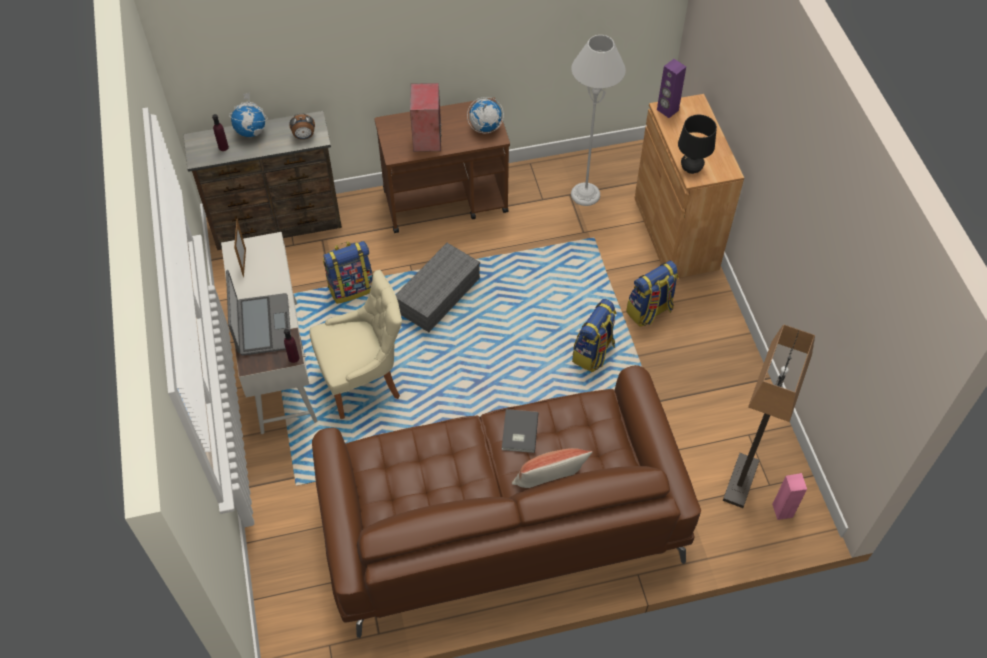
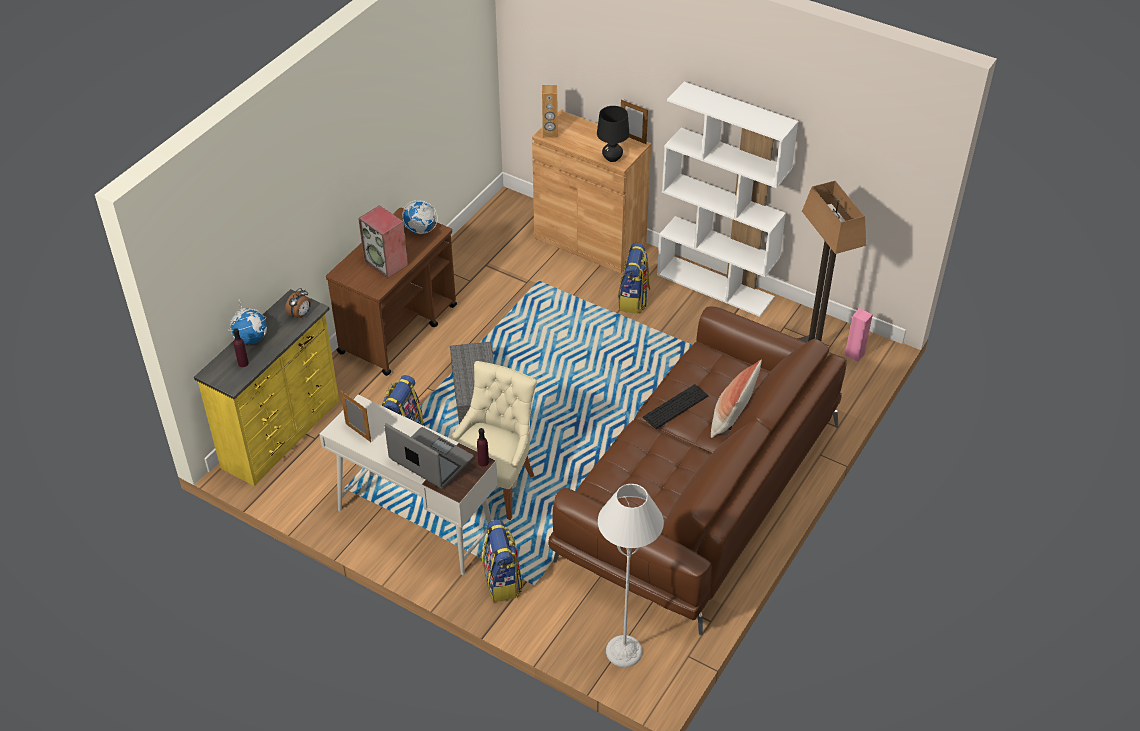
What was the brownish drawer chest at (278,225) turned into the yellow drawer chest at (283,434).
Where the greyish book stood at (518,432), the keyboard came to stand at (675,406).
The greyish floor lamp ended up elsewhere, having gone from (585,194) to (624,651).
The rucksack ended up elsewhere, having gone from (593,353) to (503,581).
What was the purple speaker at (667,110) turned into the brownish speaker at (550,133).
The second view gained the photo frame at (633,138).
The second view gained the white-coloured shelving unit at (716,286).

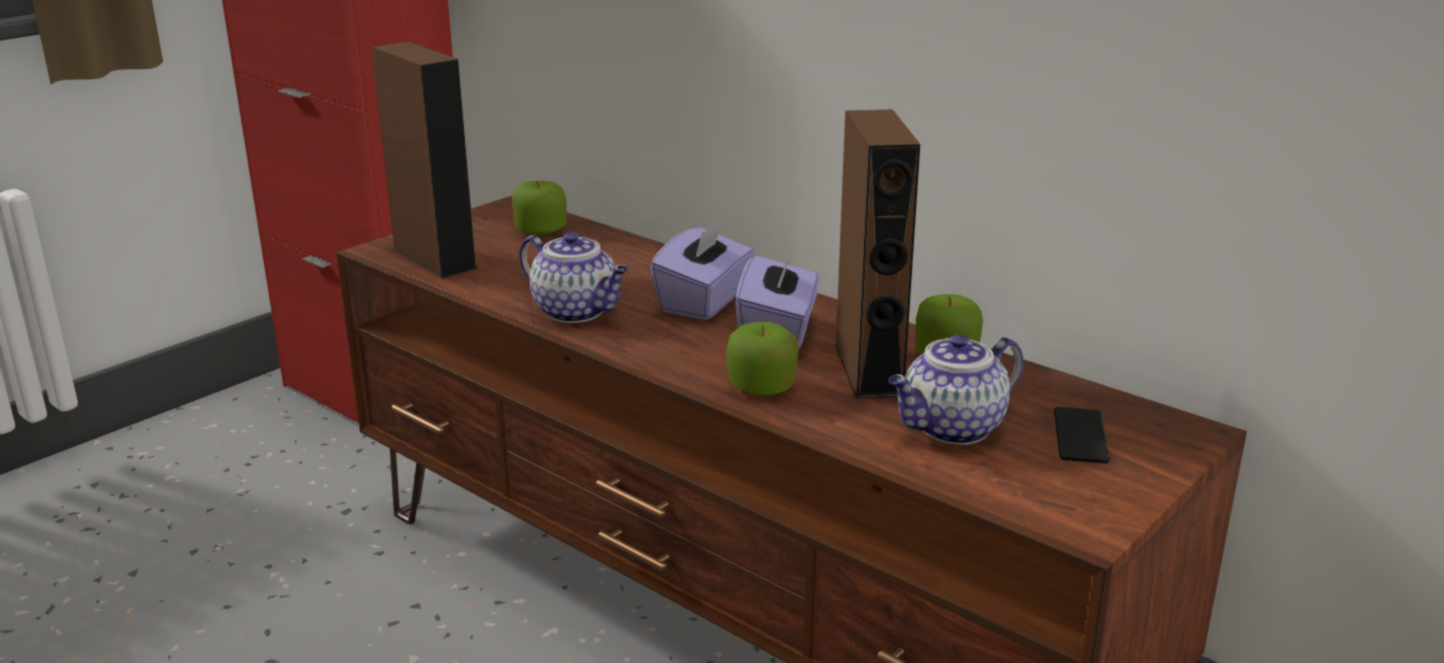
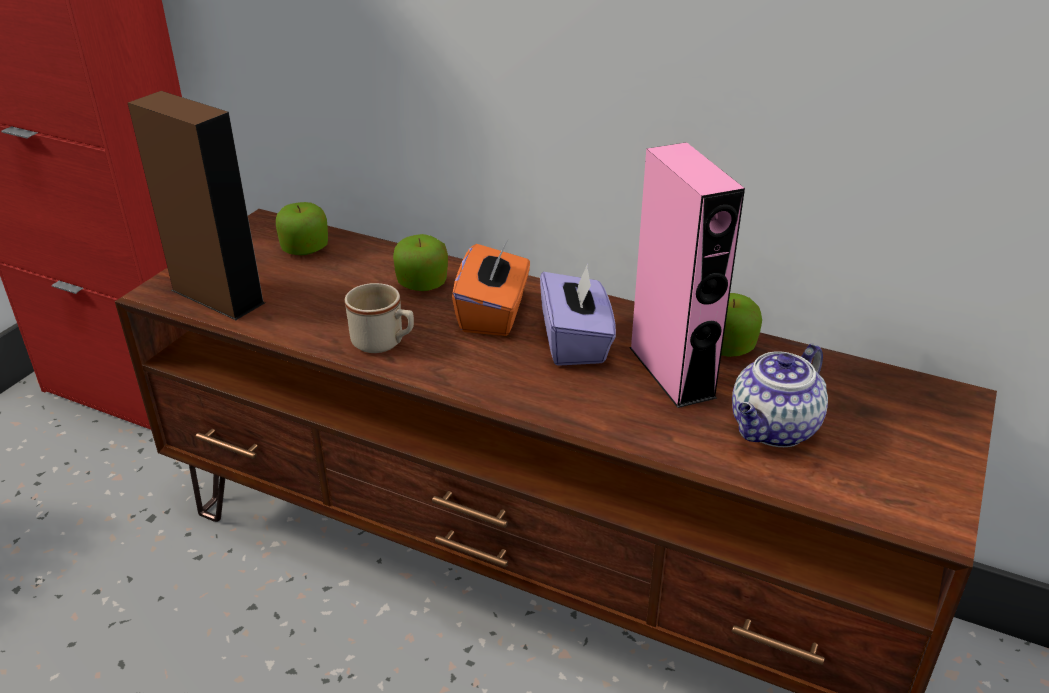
Where the pot for tea stood at (577,312), the beige-coloured tea mug came to stand at (384,343).
What was the purple tissue holder at (704,302) turned into the orange-coloured tissue holder at (493,314).
The whole apple ended up elsewhere, having gone from (762,387) to (422,284).
What was the brownish speaker at (868,369) turned into the pink speaker at (671,372).
The second view lost the handset at (1080,436).

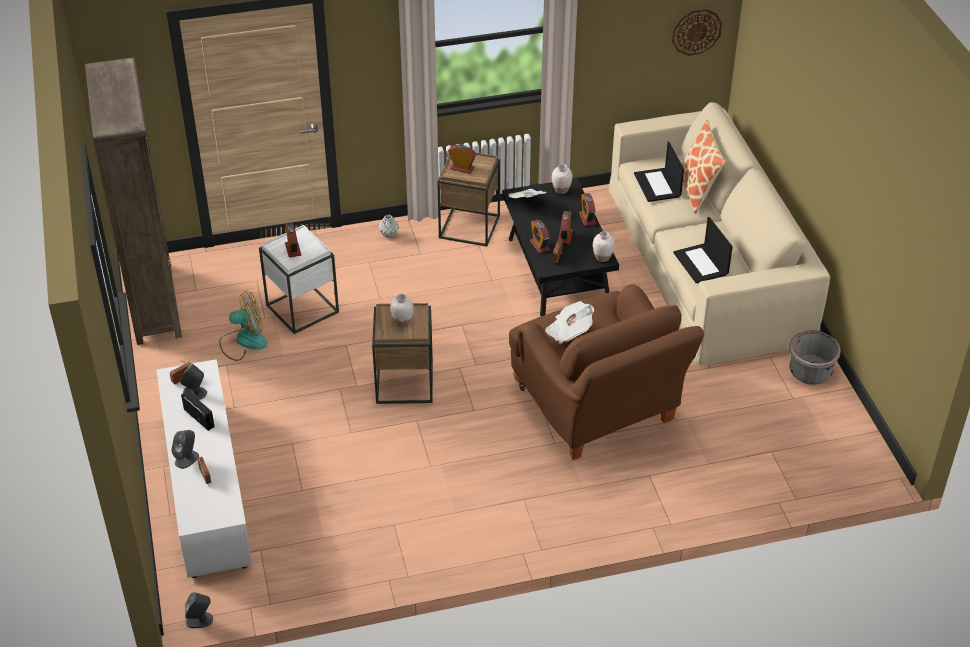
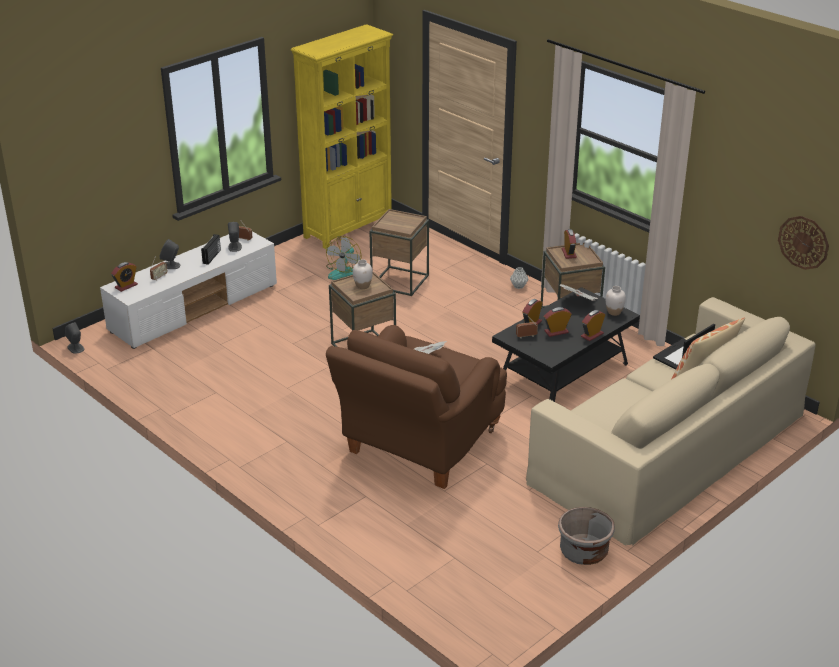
What was the brownish shelving unit at (154,303) turned into the yellow shelving unit at (349,228).
The cooling fan at (243,341) ended up facing another way, 60 degrees clockwise from before.
What was the white-coloured end table at (302,308) turned into the brownish end table at (400,281).
The table clock ended up elsewhere, having gone from (293,249) to (126,286).
The second view lost the white-coloured vase at (602,258).
The second view lost the notebook computer at (701,264).

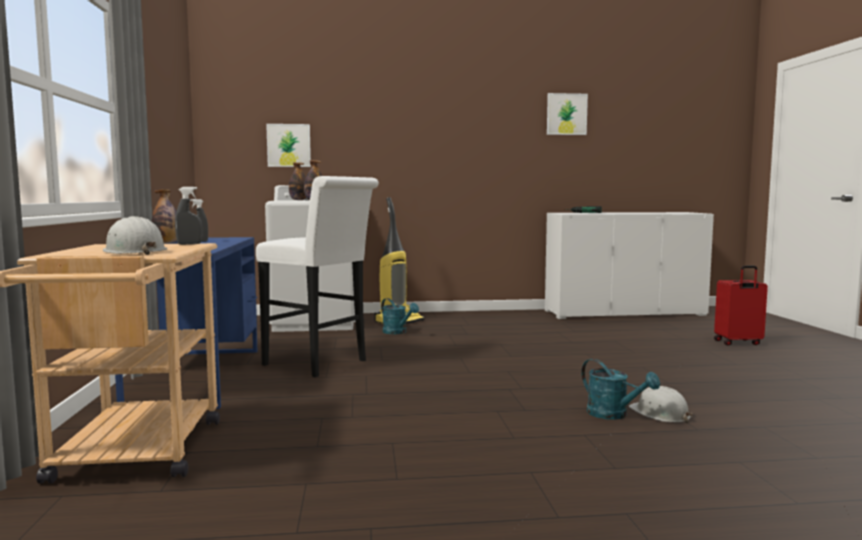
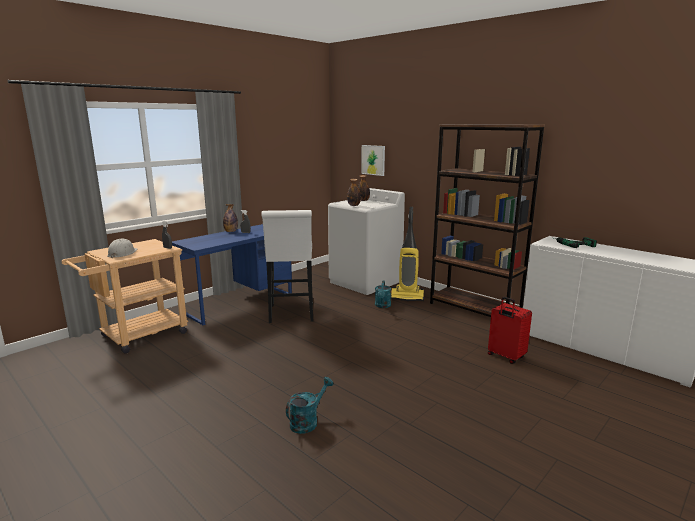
The second view lost the wall picture at (566,114).
The turquoise-coloured watering can at (613,415) ended up facing another way, 150 degrees counterclockwise from before.
The second view lost the white-coloured hard hat at (660,413).
The reddish travel case ended up elsewhere, having gone from (738,343) to (505,357).
The second view gained the brownish shelving unit at (474,309).

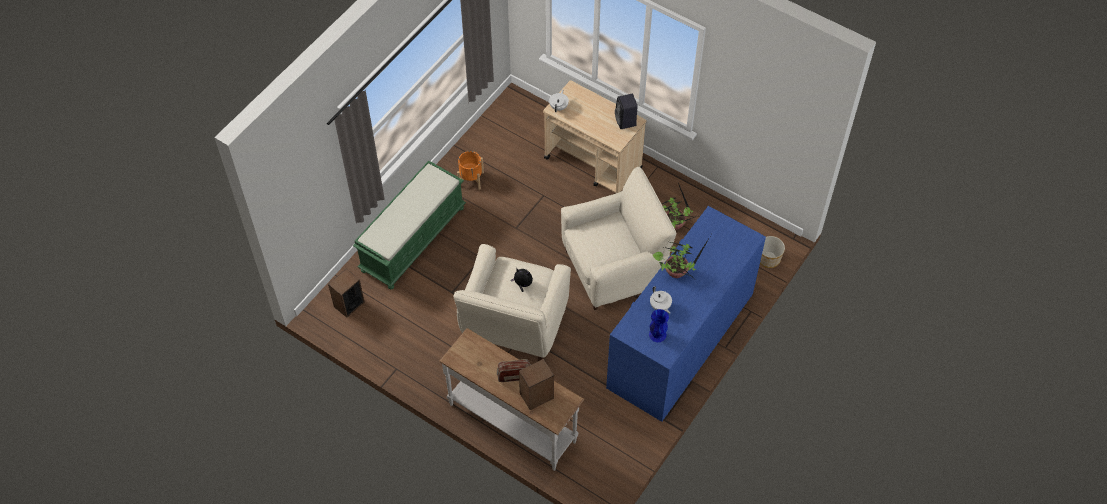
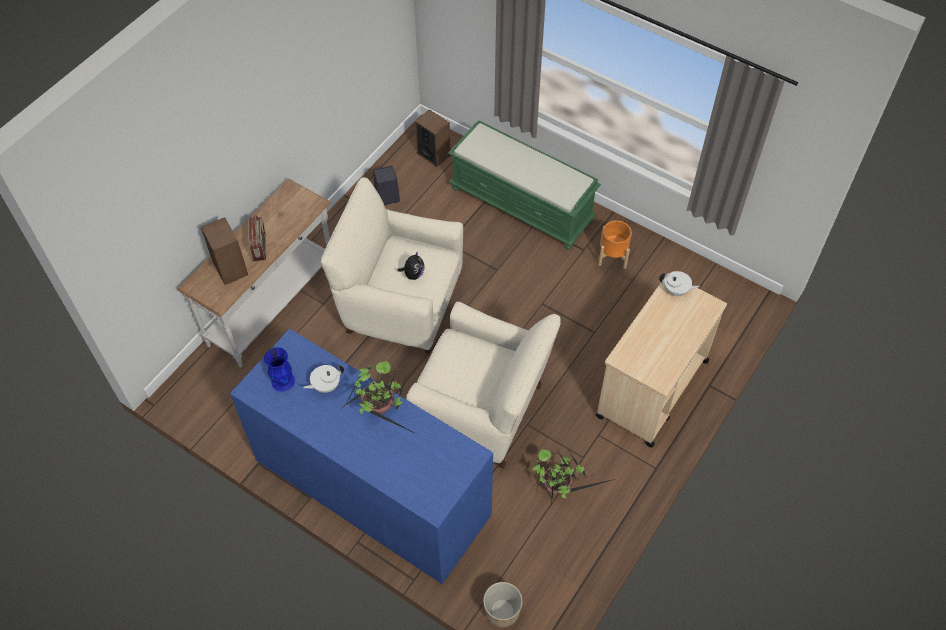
The beige-coloured armchair at (614,268) ended up facing another way, 45 degrees counterclockwise from before.
The black speaker ended up elsewhere, having gone from (626,121) to (386,197).

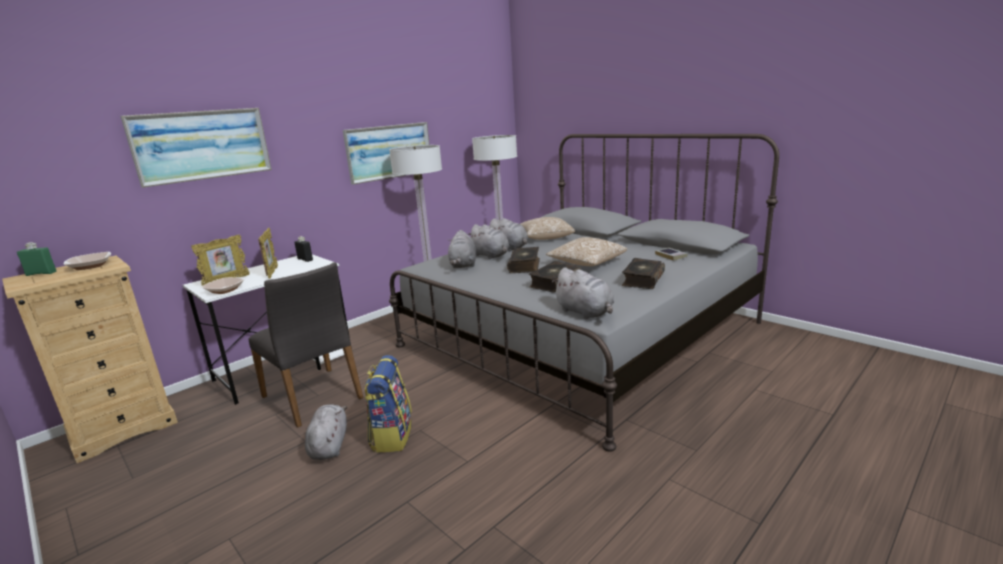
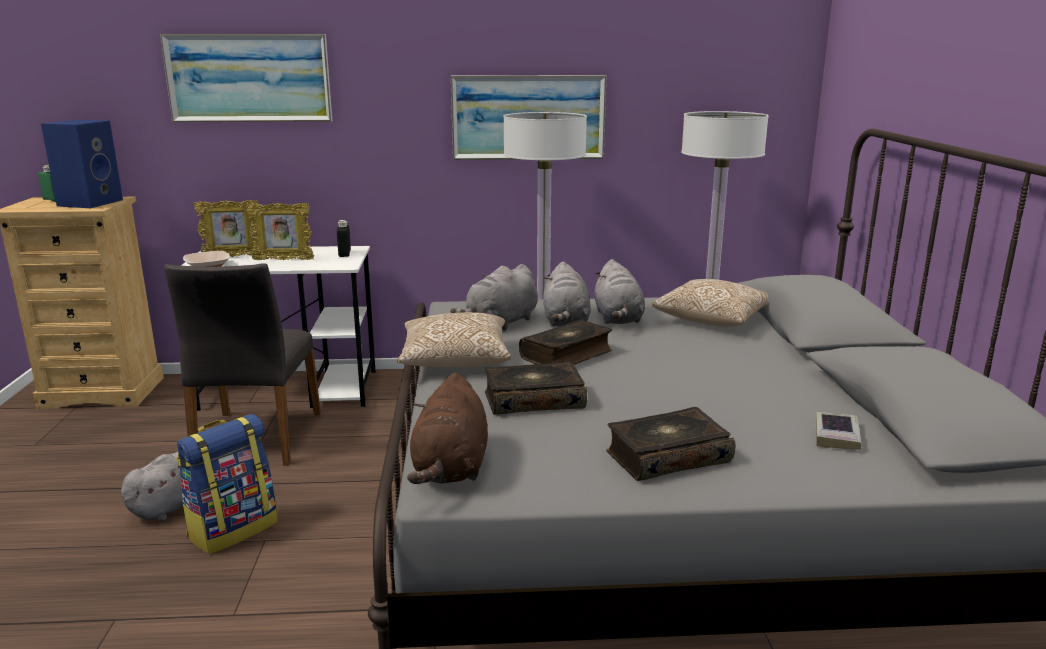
Where the deep dish stood at (90,266), the blue-coloured speaker came to stand at (90,202).
The photo frame at (272,273) ended up facing another way, 60 degrees clockwise from before.
The cushion ended up elsewhere, having gone from (586,263) to (455,360).
What was the greyish soft toy at (585,312) turned into the brownish soft toy at (451,468).

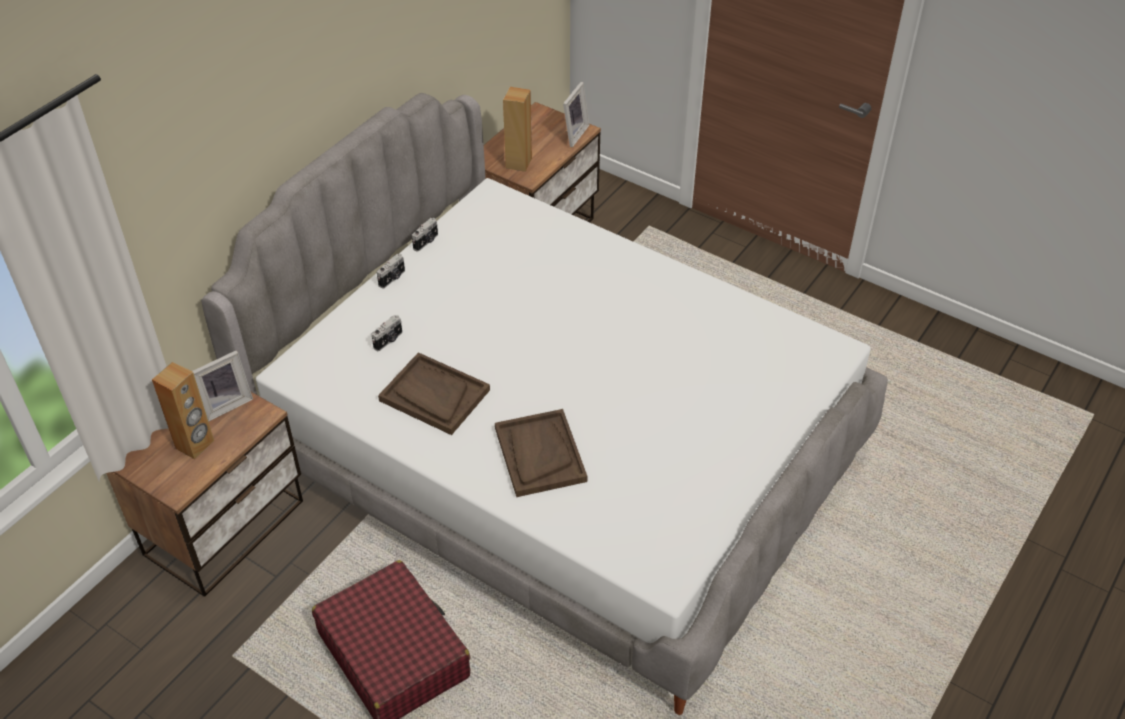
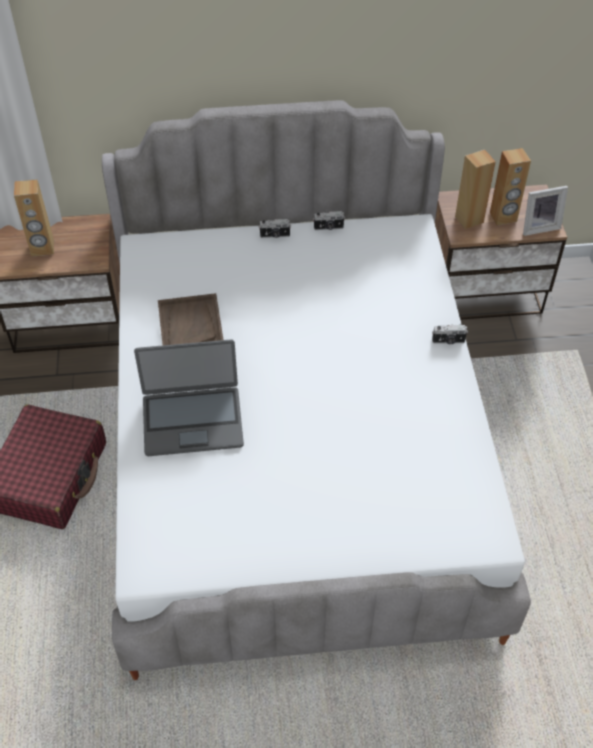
The second view lost the photo frame at (225,404).
The still camera ended up elsewhere, having gone from (389,340) to (448,341).
Where the brownish carrying tray stood at (539,454), the notebook computer came to stand at (192,420).
The second view gained the brownish speaker at (503,217).

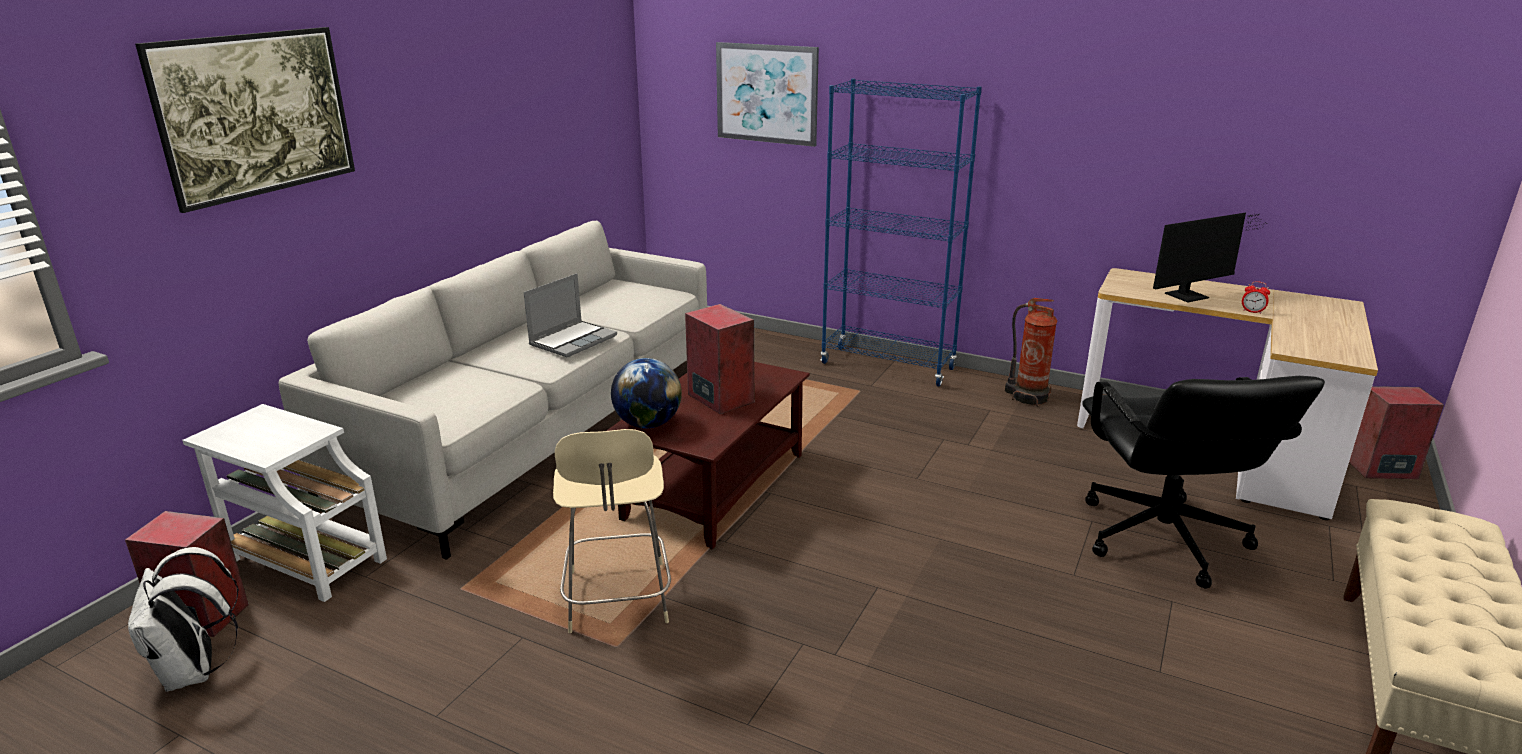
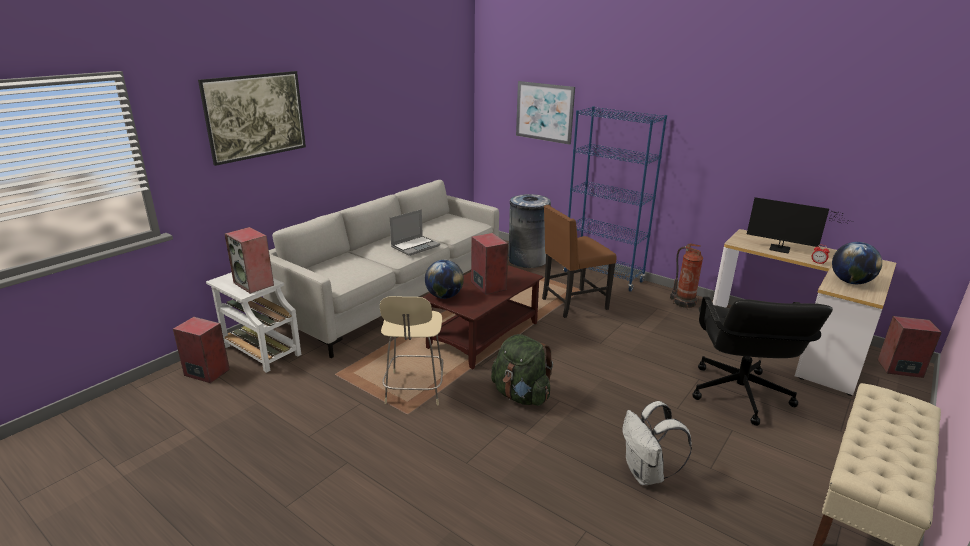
The white-coloured rucksack ended up elsewhere, having gone from (195,672) to (646,474).
The computer display at (1192,295) ended up facing another way, 45 degrees clockwise from before.
The second view gained the speaker at (254,284).
The second view gained the green rucksack at (521,395).
The second view gained the greyish trash can at (527,260).
The second view gained the brownish plain chair at (572,304).
The second view gained the world globe at (850,282).

